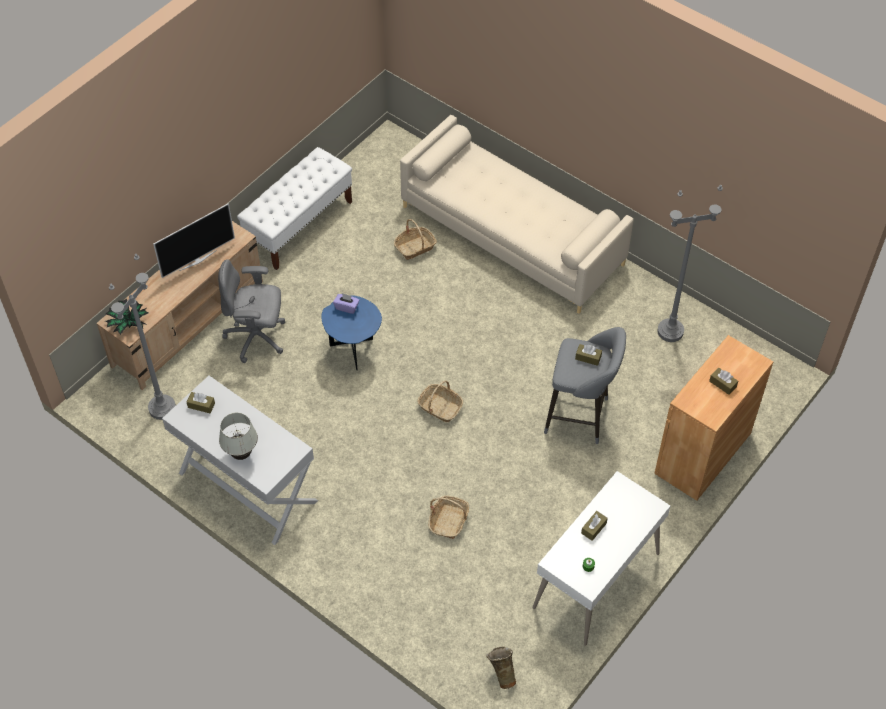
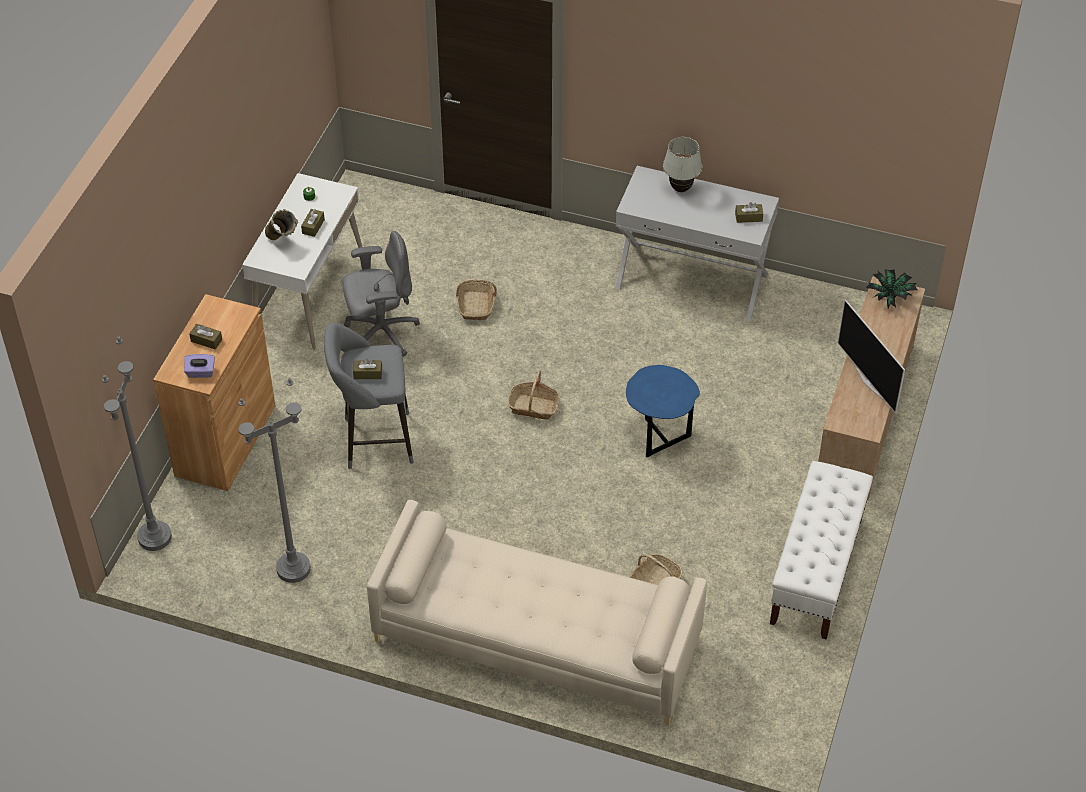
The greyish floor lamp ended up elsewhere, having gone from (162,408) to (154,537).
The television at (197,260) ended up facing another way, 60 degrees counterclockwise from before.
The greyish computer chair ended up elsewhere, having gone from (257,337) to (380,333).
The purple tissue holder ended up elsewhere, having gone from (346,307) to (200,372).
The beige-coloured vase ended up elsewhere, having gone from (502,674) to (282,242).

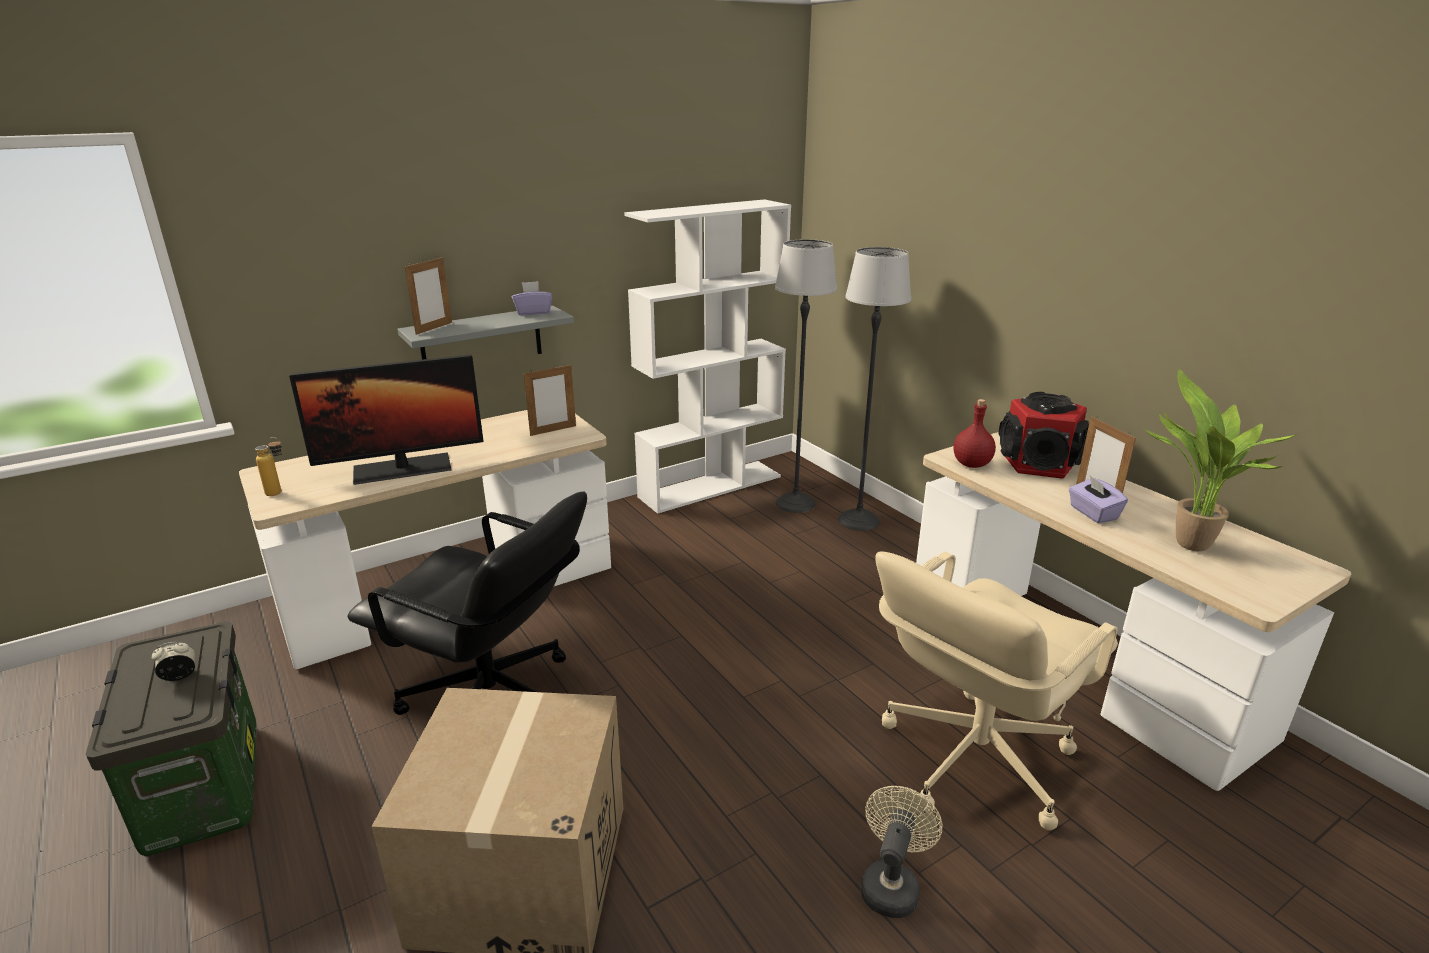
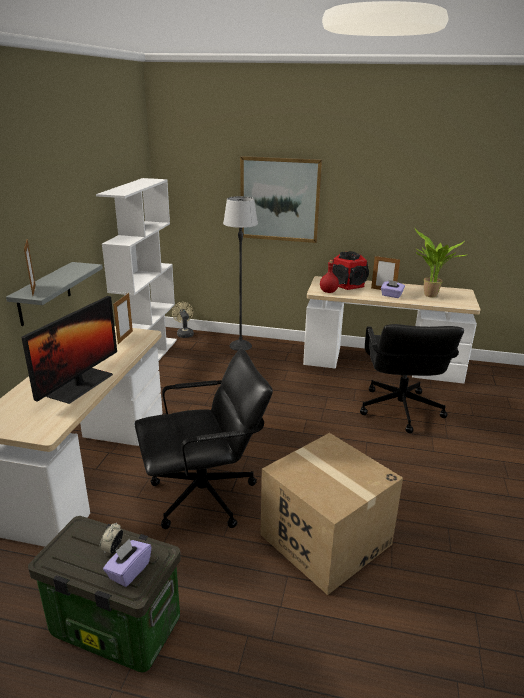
The second view lost the beverage bottle at (279,493).
The purple tissue holder ended up elsewhere, having gone from (533,312) to (129,571).
The second view lost the floor lamp at (795,503).
The beige-coloured cooling fan ended up elsewhere, having gone from (891,884) to (184,333).
What was the beige-coloured computer chair at (973,758) turned into the black computer chair at (399,410).
The second view gained the wall picture at (279,199).

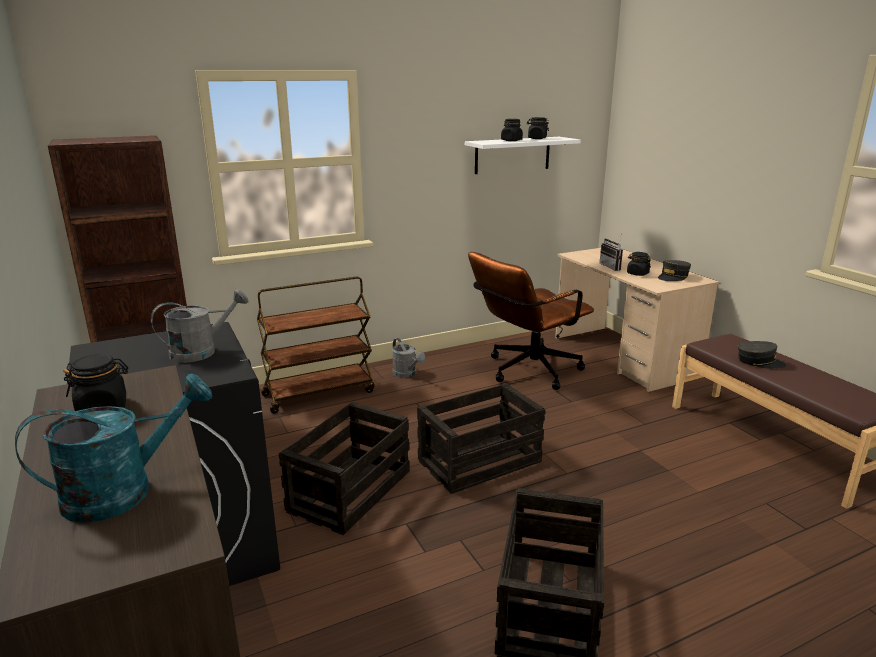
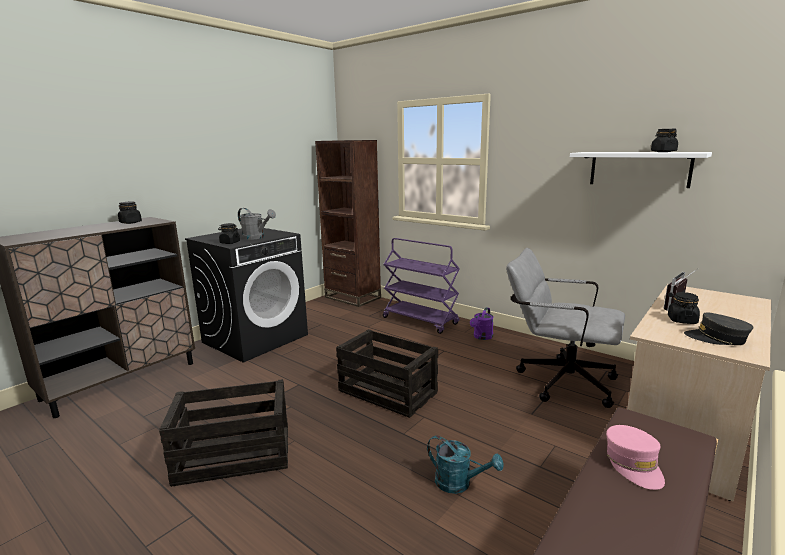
The turquoise-coloured watering can ended up elsewhere, having gone from (124,491) to (459,483).
What was the brownish wheeled cart at (319,393) turned into the purple wheeled cart at (420,321).
The second view lost the crate at (350,490).
What was the greyish watering can at (407,374) turned into the purple watering can at (481,337).
What was the brownish computer chair at (526,371) turned into the greyish computer chair at (558,380).
The black jar ended up elsewhere, having gone from (511,140) to (229,242).
What was the greyish cap at (759,362) turned into the pink cap at (633,464).

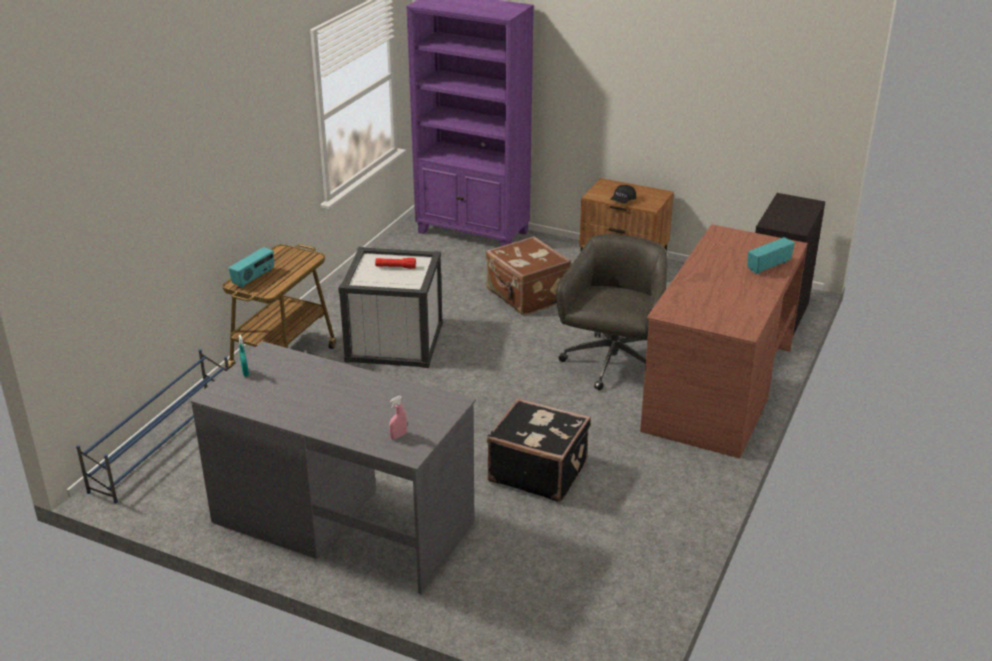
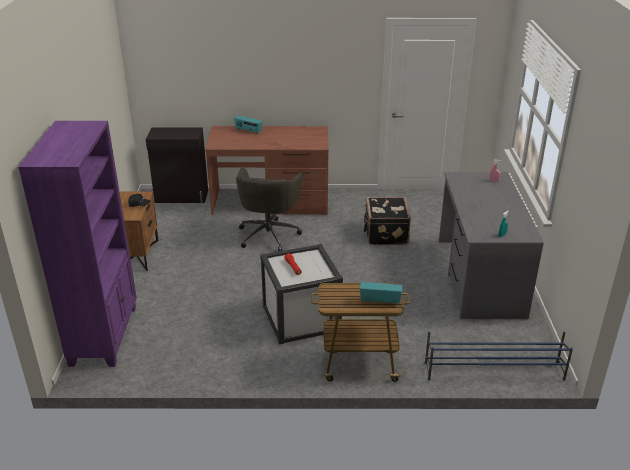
The second view lost the brownish travel case at (526,296).
The greyish computer chair at (612,364) ended up facing another way, 75 degrees counterclockwise from before.

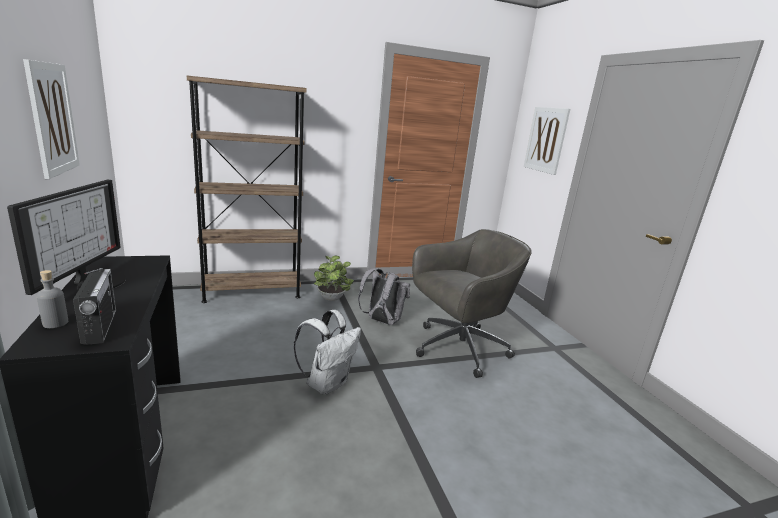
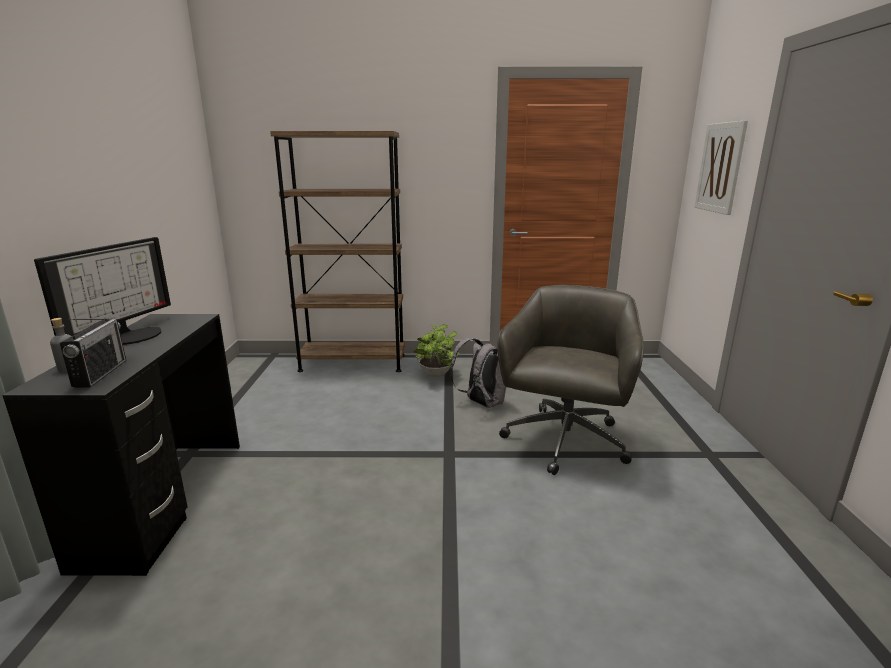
The second view lost the wall picture at (52,119).
The second view lost the white-coloured rucksack at (327,383).
The greyish computer chair at (457,348) ended up facing another way, 60 degrees counterclockwise from before.

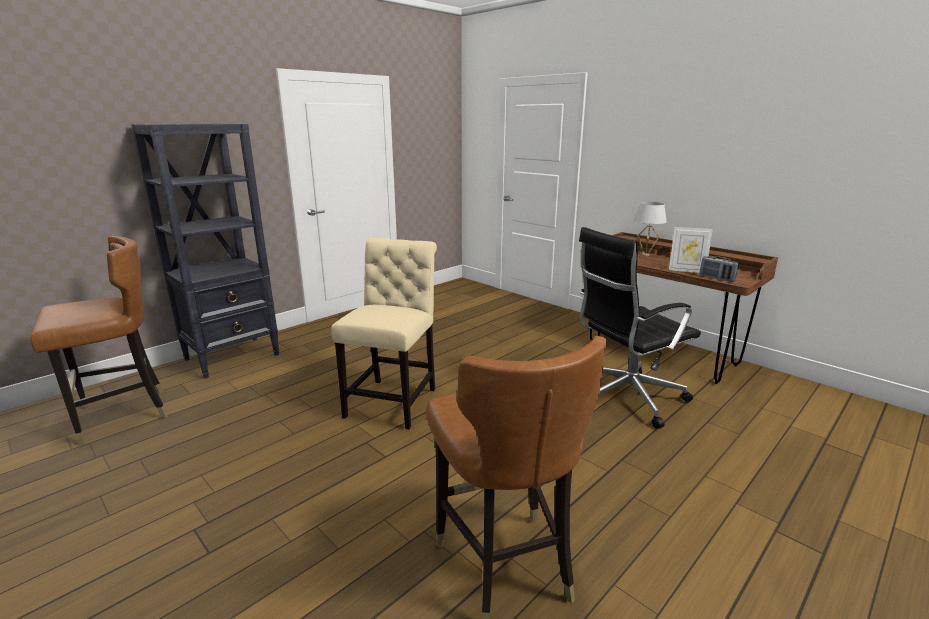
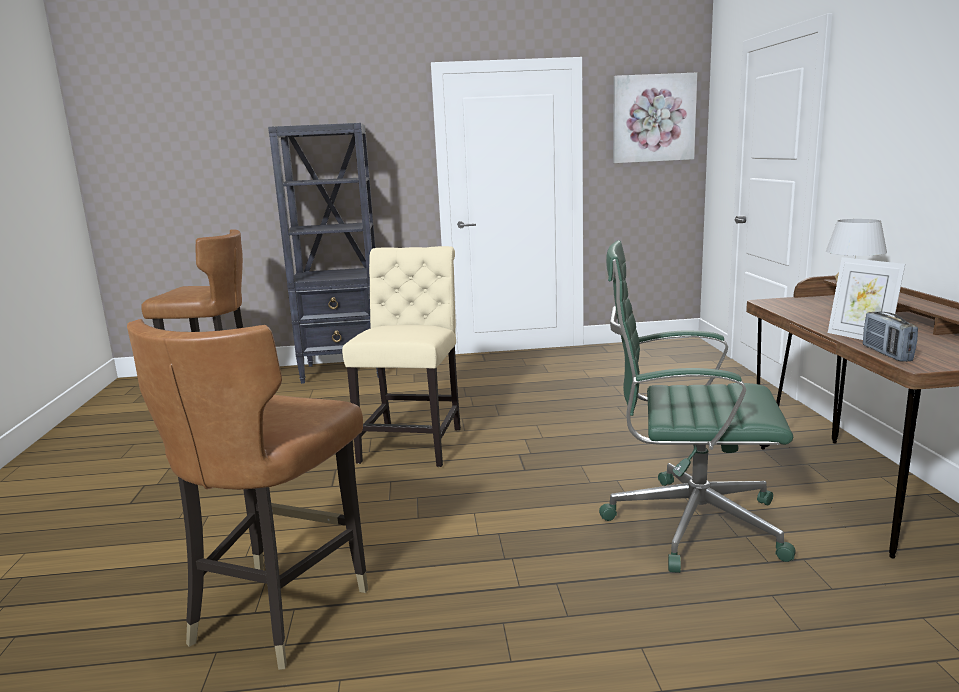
The beige-coloured plain chair at (394,400) ended up facing another way, 45 degrees counterclockwise from before.
What was the black computer chair at (625,397) turned into the green computer chair at (689,523).
The second view gained the wall picture at (653,118).

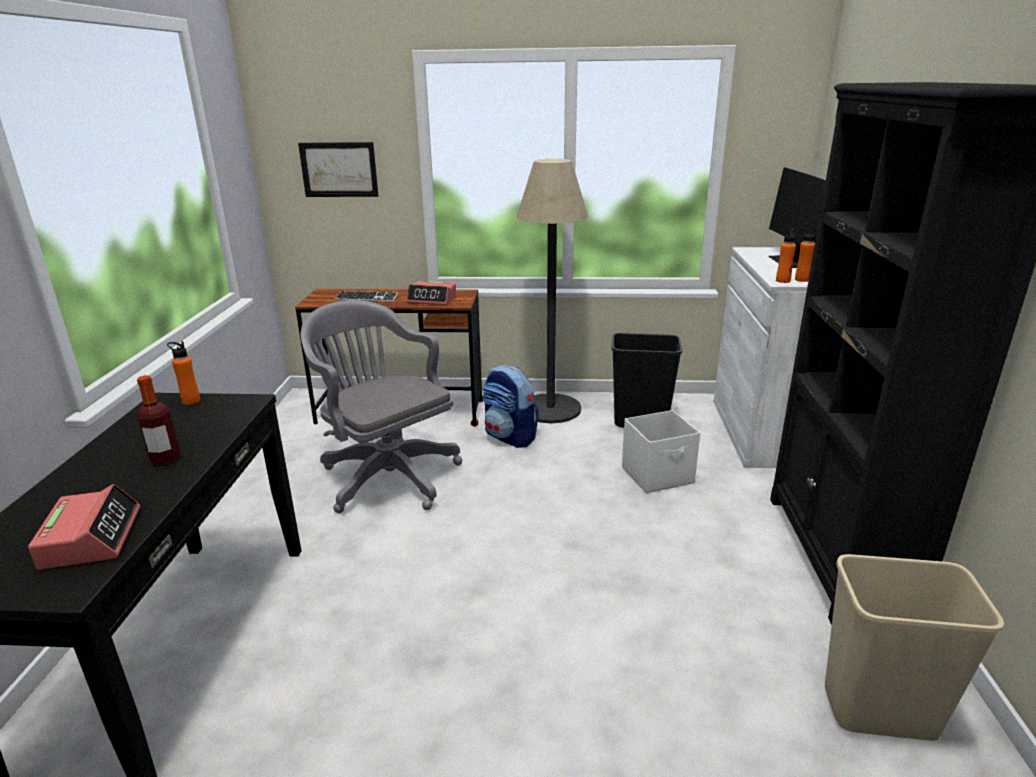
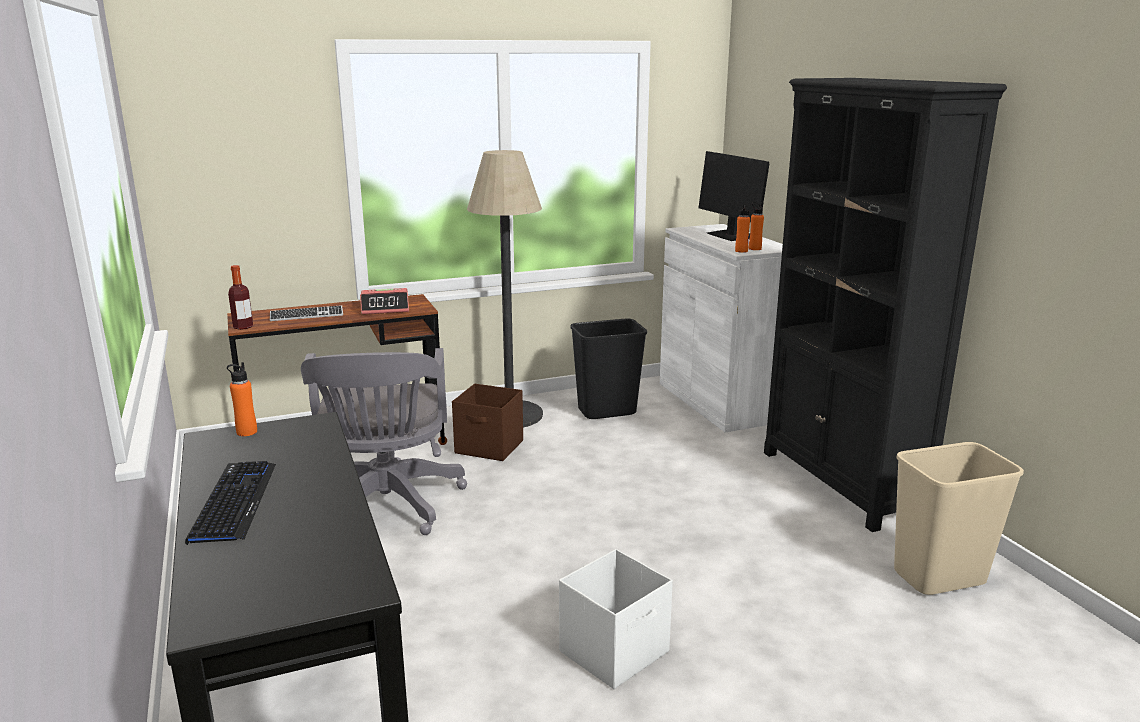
The second view lost the table clock at (91,538).
The beverage bottle ended up elsewhere, having gone from (165,459) to (243,327).
The second view lost the wall picture at (339,169).
The greyish computer chair at (386,475) ended up facing another way, 120 degrees counterclockwise from before.
Where the rucksack stood at (510,437), the brownish storage box came to stand at (490,447).
The white-coloured storage box ended up elsewhere, having gone from (658,475) to (615,651).
The second view gained the keyboard at (234,502).

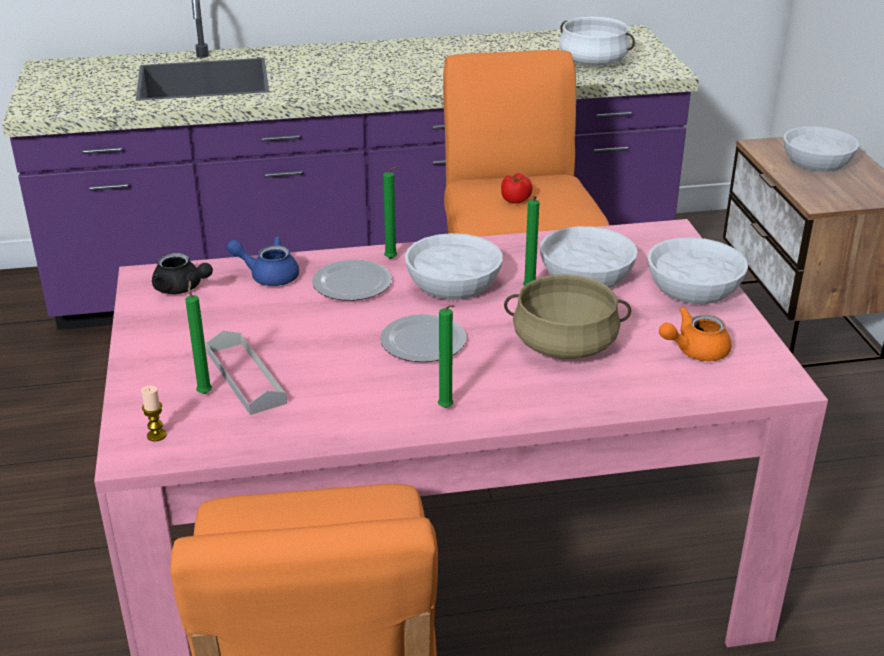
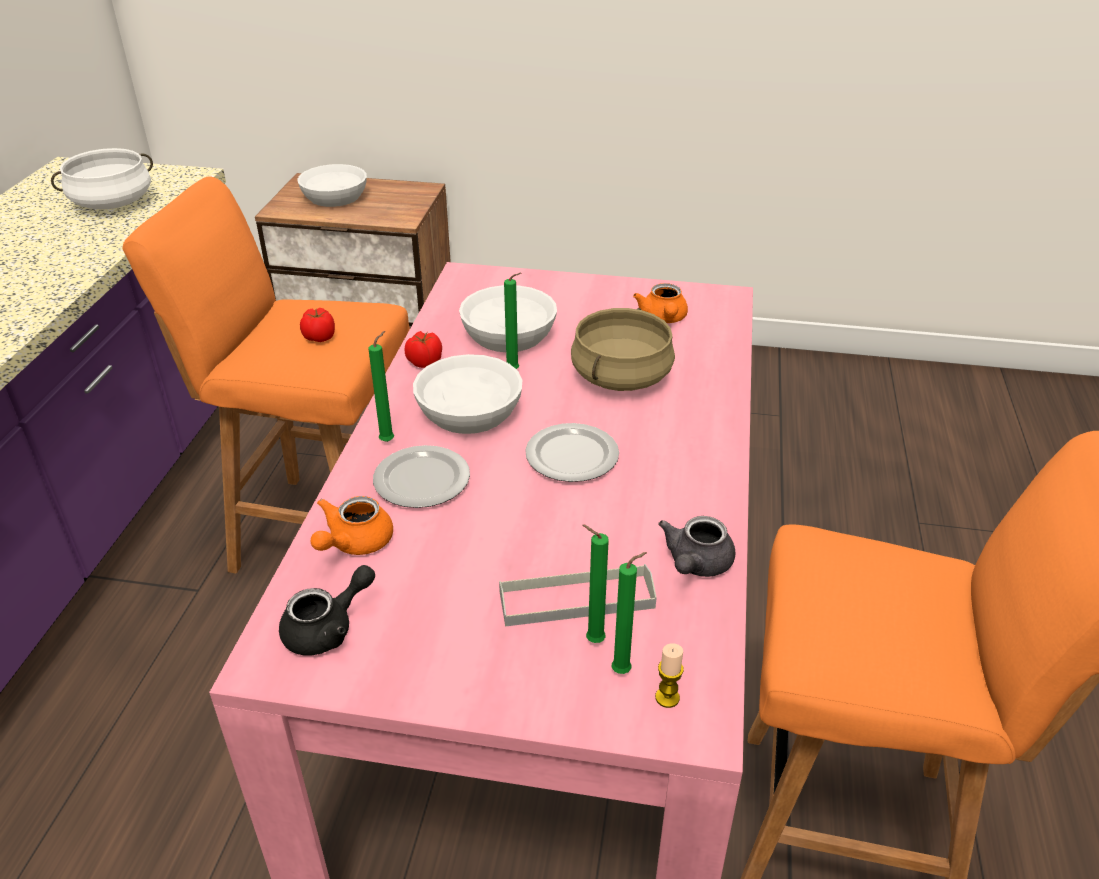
What was the blue-coloured pot for tea at (268,276) turned into the orange-coloured pot for tea at (354,543).
The green wax light ended up elsewhere, having gone from (447,409) to (624,671).
The second view lost the white-coloured deep dish at (693,286).
The second view gained the tomato at (424,362).
The second view gained the greyish pot for tea at (695,564).

